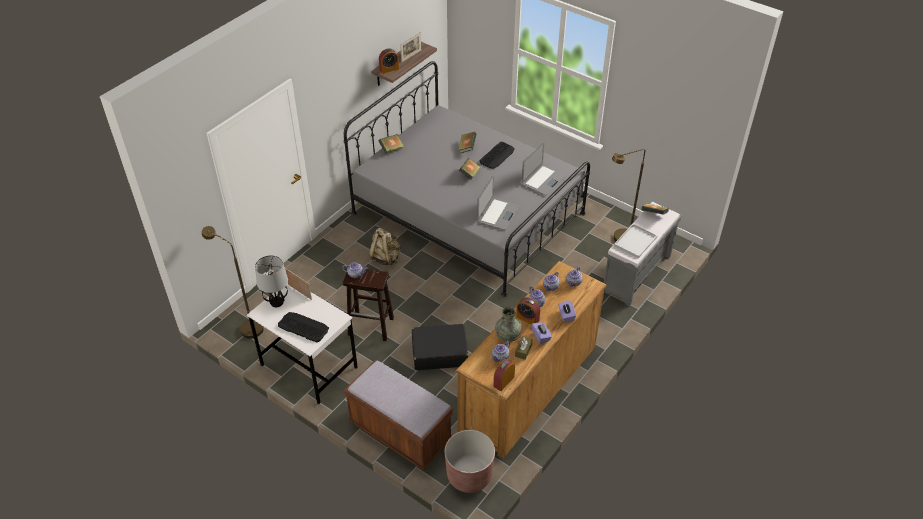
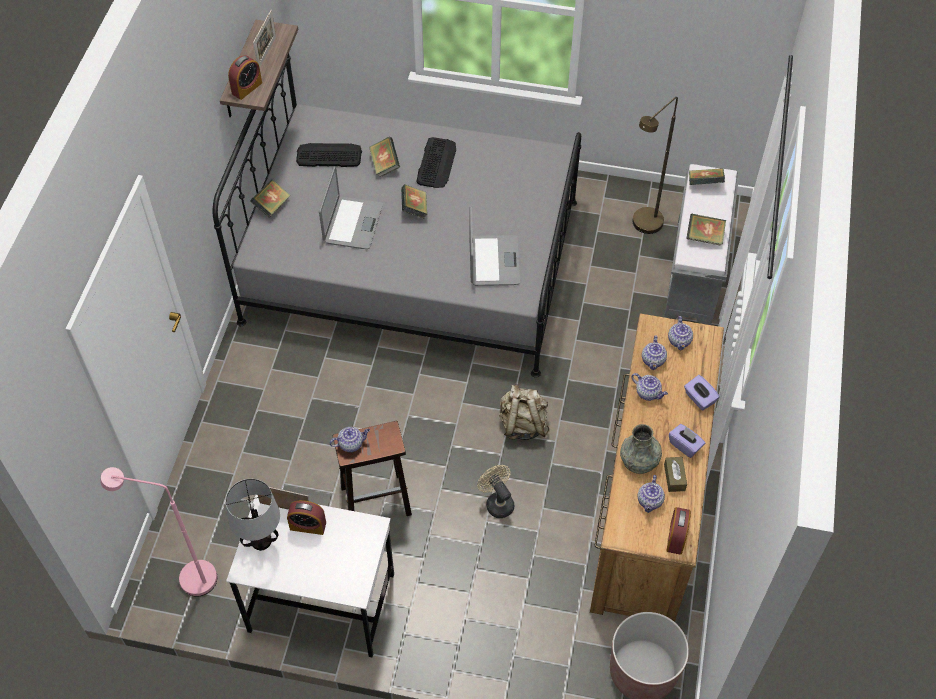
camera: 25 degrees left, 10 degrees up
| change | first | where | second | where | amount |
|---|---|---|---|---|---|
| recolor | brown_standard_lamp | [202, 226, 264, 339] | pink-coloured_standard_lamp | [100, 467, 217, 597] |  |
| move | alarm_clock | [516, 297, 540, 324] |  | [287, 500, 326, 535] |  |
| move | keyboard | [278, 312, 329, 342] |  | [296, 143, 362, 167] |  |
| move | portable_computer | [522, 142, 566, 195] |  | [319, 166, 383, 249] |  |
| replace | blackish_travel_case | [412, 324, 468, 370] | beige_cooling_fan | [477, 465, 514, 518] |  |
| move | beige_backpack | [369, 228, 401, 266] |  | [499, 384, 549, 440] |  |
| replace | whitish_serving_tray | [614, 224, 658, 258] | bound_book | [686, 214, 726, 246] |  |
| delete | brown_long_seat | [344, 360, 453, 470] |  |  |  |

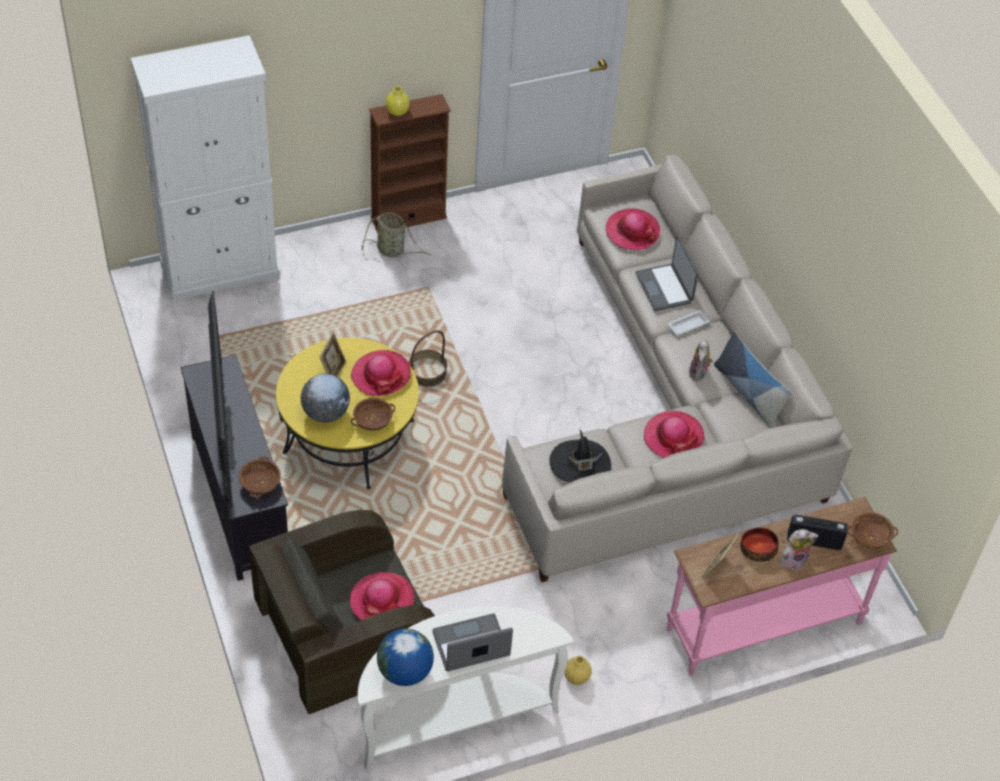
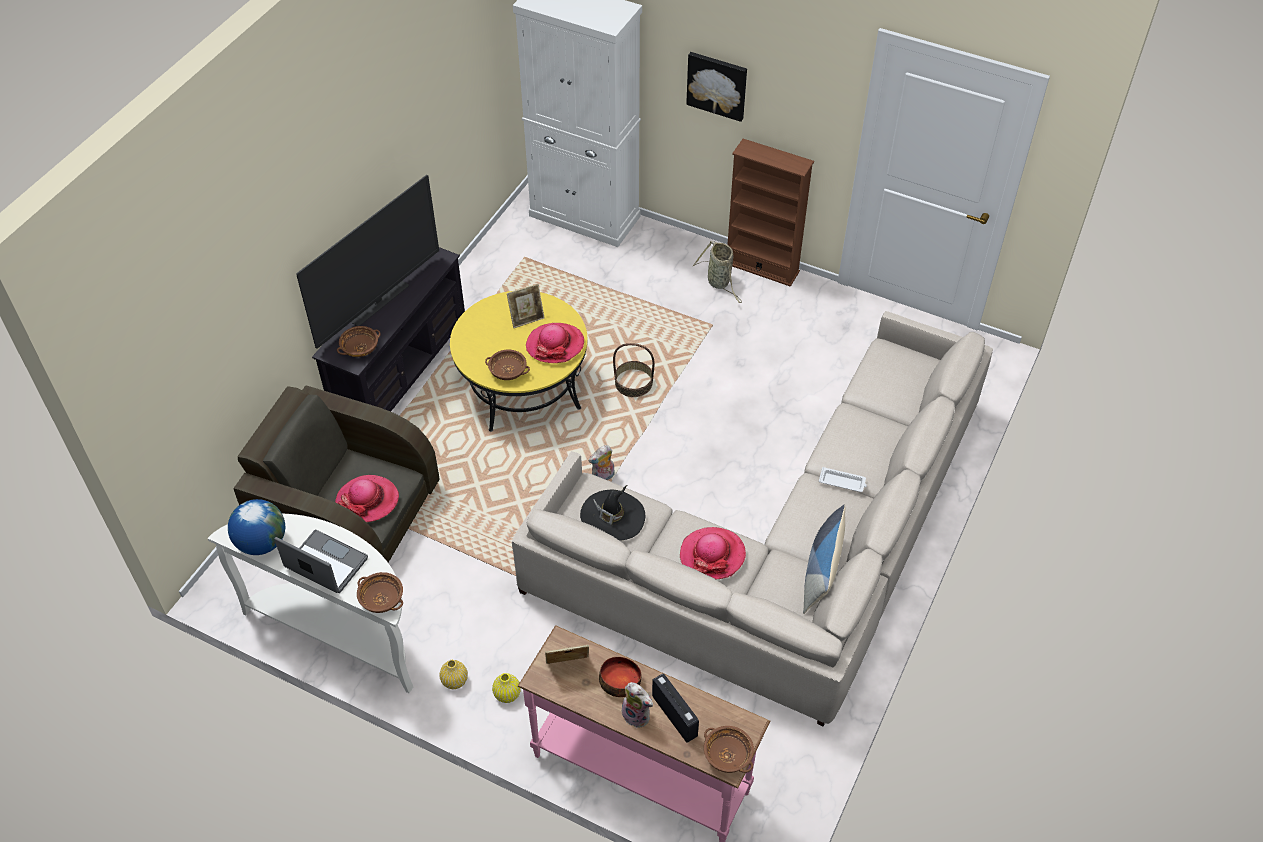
camera: 50 degrees right, 0 degrees up
| change | first | where | second | where | amount |
|---|---|---|---|---|---|
| insert |  |  | brown_bowl | [357, 572, 403, 613] |  |
| move | yellow_decorative_vase | [386, 86, 410, 116] |  | [492, 673, 521, 703] |  |
| move | plush_toy | [689, 339, 713, 381] |  | [589, 445, 614, 480] |  |
| insert |  |  | picture | [686, 52, 747, 122] |  |
| delete | world_globe | [301, 374, 350, 423] |  |  |  |
| delete | hat | [606, 209, 660, 250] |  |  |  |
| delete | portable_computer | [635, 236, 699, 311] |  |  |  |

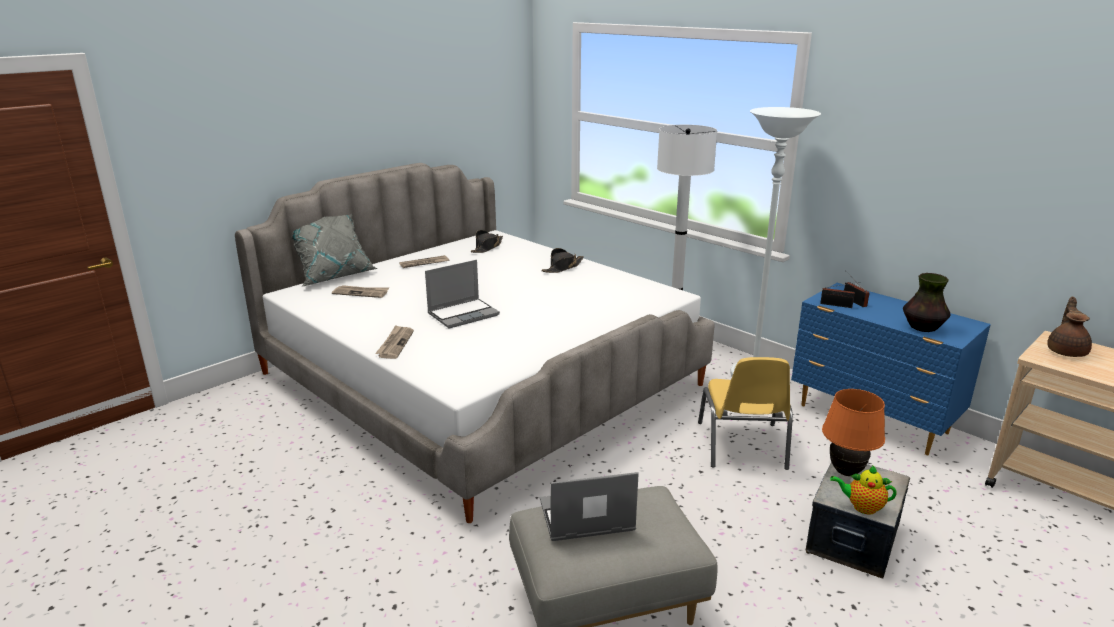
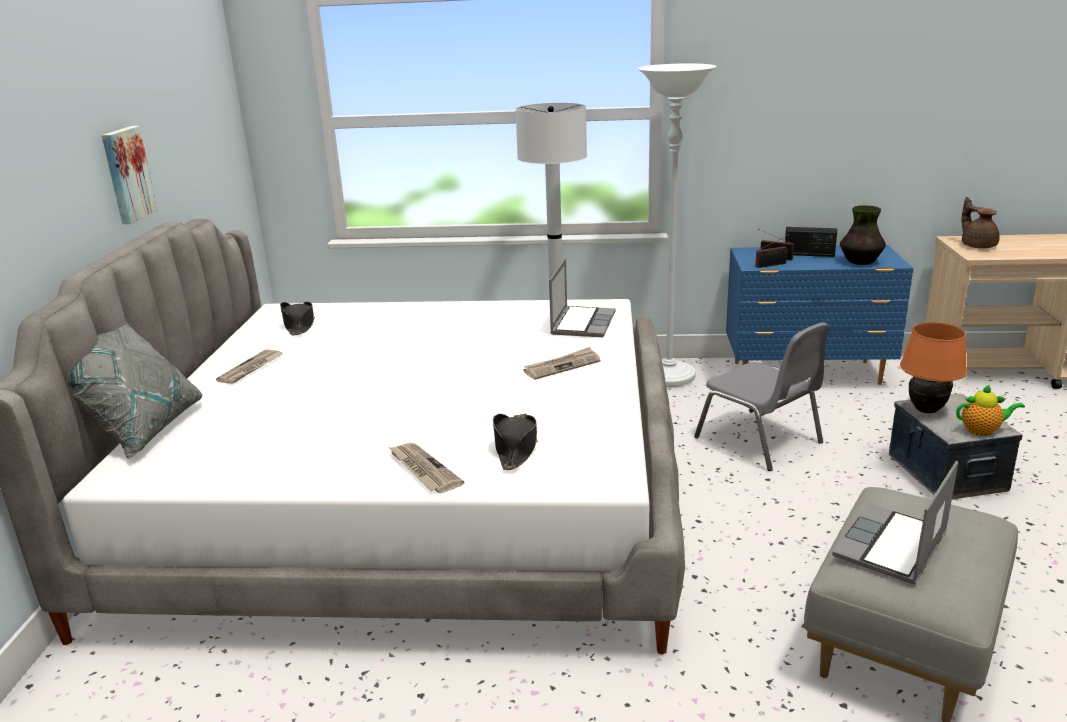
camera: 40 degrees left, 0 degrees up
| change | first | where | second | where | amount |
|---|---|---|---|---|---|
| insert |  |  | picture | [102, 126, 158, 224] |  |
| move | blackish_hat | [541, 248, 584, 273] |  | [493, 414, 538, 470] |  |
| move | daily_paper | [332, 285, 390, 298] |  | [523, 347, 601, 380] |  |
| move | portable_computer | [425, 260, 500, 329] |  | [549, 258, 616, 337] |  |
| recolor | yellow_upright_chair | [698, 357, 793, 470] | gray_upright_chair | [694, 323, 829, 471] |  |
| insert |  |  | radio_set | [785, 227, 837, 257] |  |
| rotate | tea_pot | [830, 465, 897, 515] |  | [956, 385, 1025, 436] | 150 degrees counterclockwise |

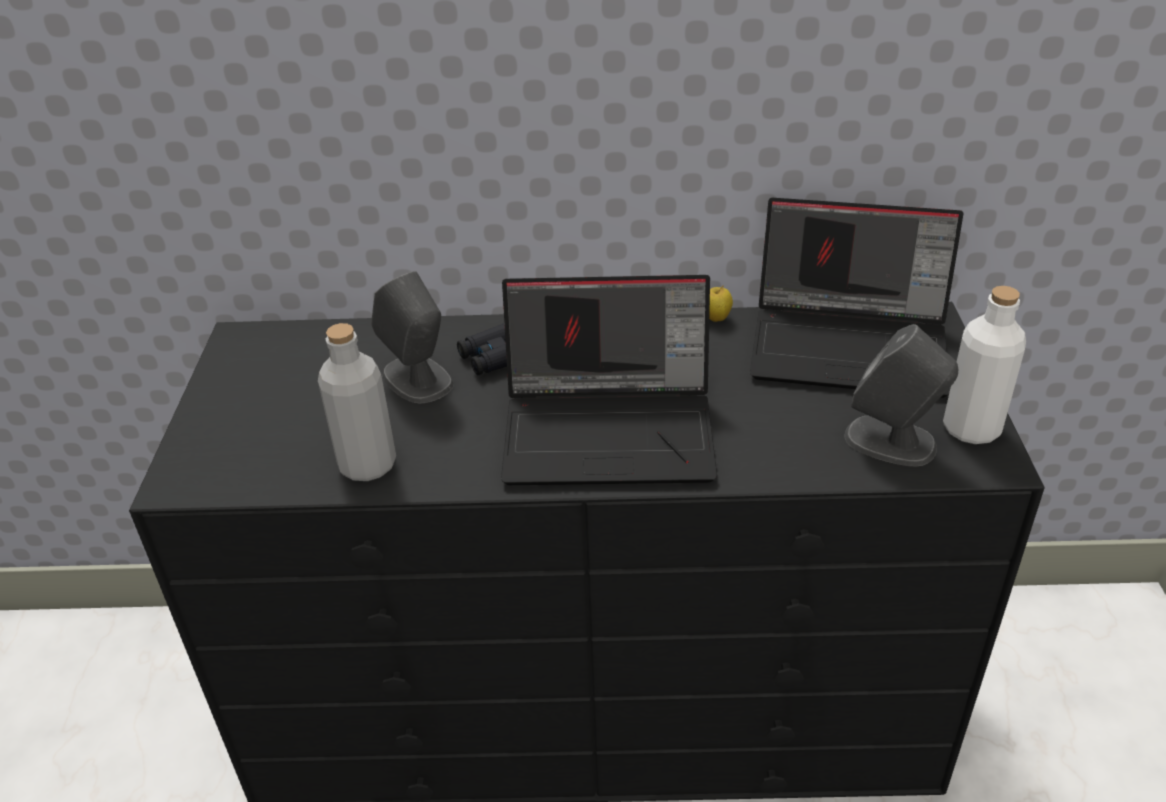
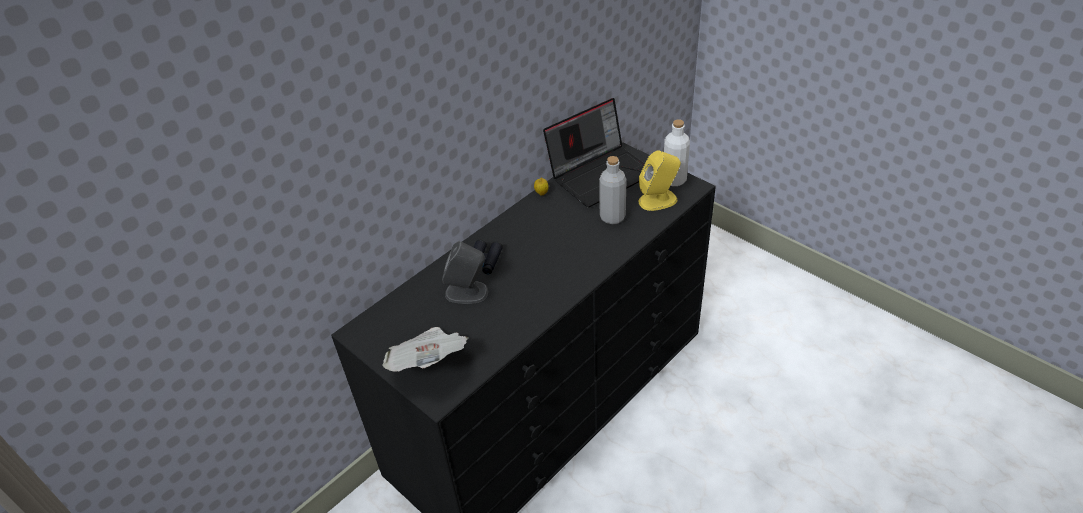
camera: 45 degrees left, 5 degrees up
| change | first | where | second | where | amount |
|---|---|---|---|---|---|
| insert |  |  | daily_paper | [382, 327, 468, 372] |  |
| move | gray_beverage_bottle | [318, 323, 396, 481] |  | [599, 156, 627, 224] |  |
| recolor | gray_speaker | [845, 324, 958, 466] | yellow_speaker | [639, 150, 681, 211] |  |
| delete | portable_computer | [501, 275, 717, 485] |  |  |  |

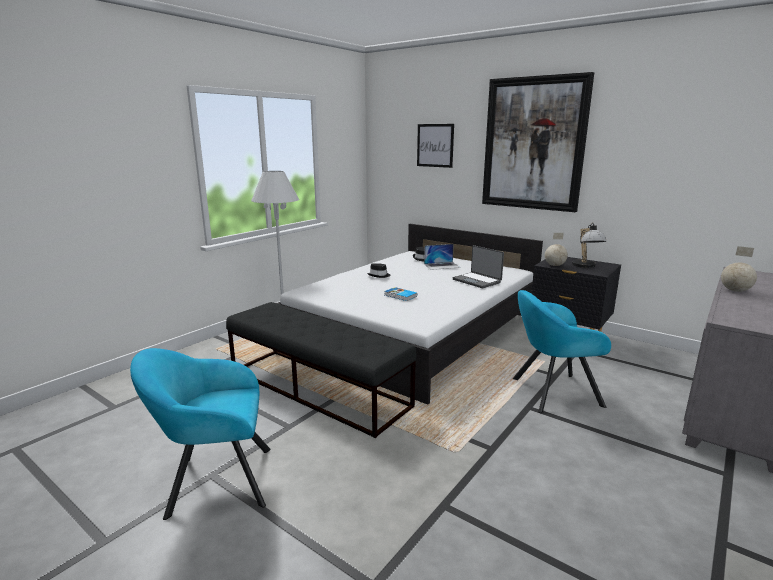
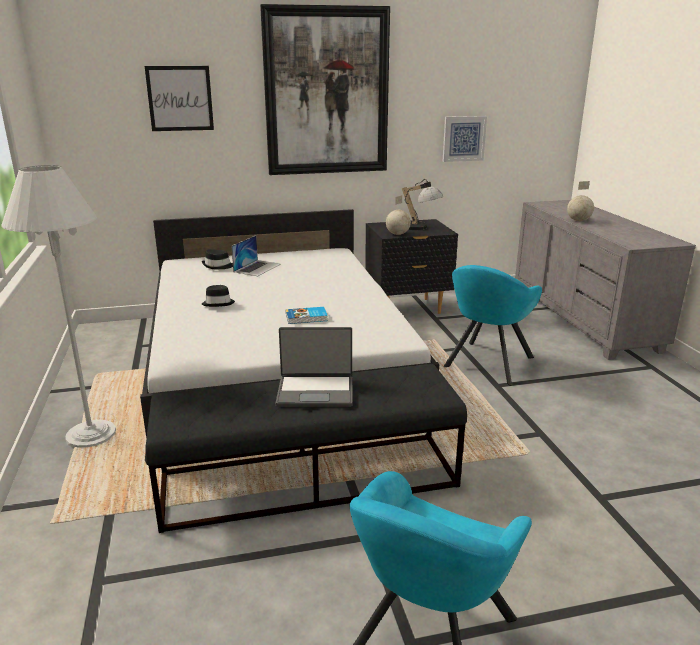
camera: 50 degrees left, 5 degrees up
| change | first | where | second | where | amount |
|---|---|---|---|---|---|
| move | portable_computer | [453, 245, 504, 288] |  | [276, 327, 353, 407] |  |
| insert |  |  | picture | [443, 116, 487, 162] |  |

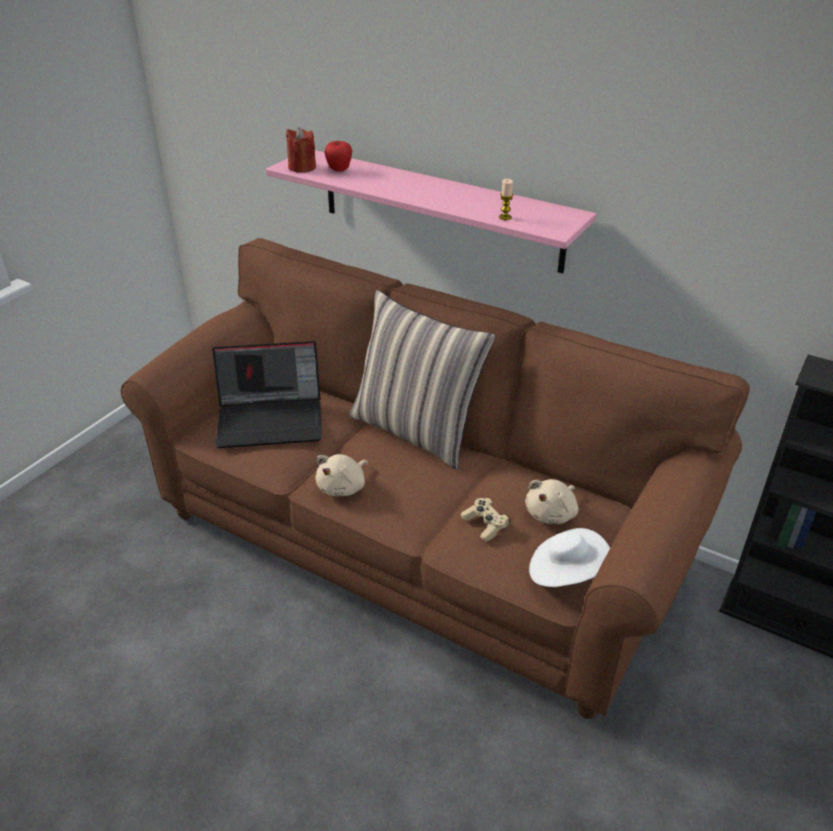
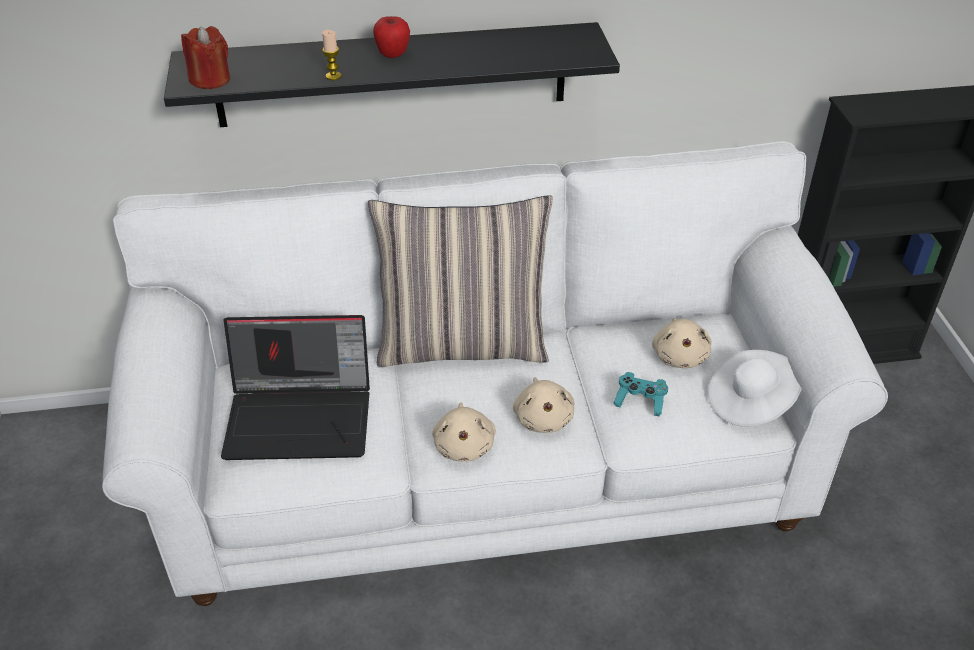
camera: 40 degrees left, 5 degrees up
| change | first | where | second | where | amount |
|---|---|---|---|---|---|
| recolor | brown_couch | [121, 238, 750, 719] | whitish_couch | [102, 141, 888, 606] |  |
| recolor | pink-coloured_bracket_shelf | [265, 150, 597, 273] | blackish_bracket_shelf | [164, 22, 620, 127] |  |
| rotate | portable_computer | [212, 341, 322, 448] |  | [221, 315, 370, 460] | 45 degrees clockwise |
| move | wax_candle | [499, 179, 513, 220] |  | [322, 30, 342, 80] |  |
| move | apple | [324, 141, 352, 172] |  | [373, 16, 410, 58] |  |
| insert |  |  | beige_plush_toy | [513, 377, 575, 433] |  |
| recolor | beige_joypad | [461, 498, 510, 542] | blue-green_joypad | [614, 372, 668, 416] |  |

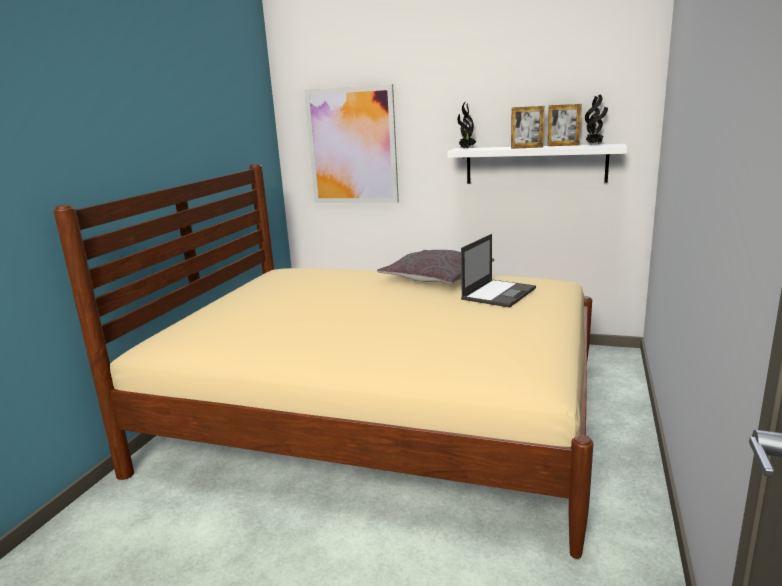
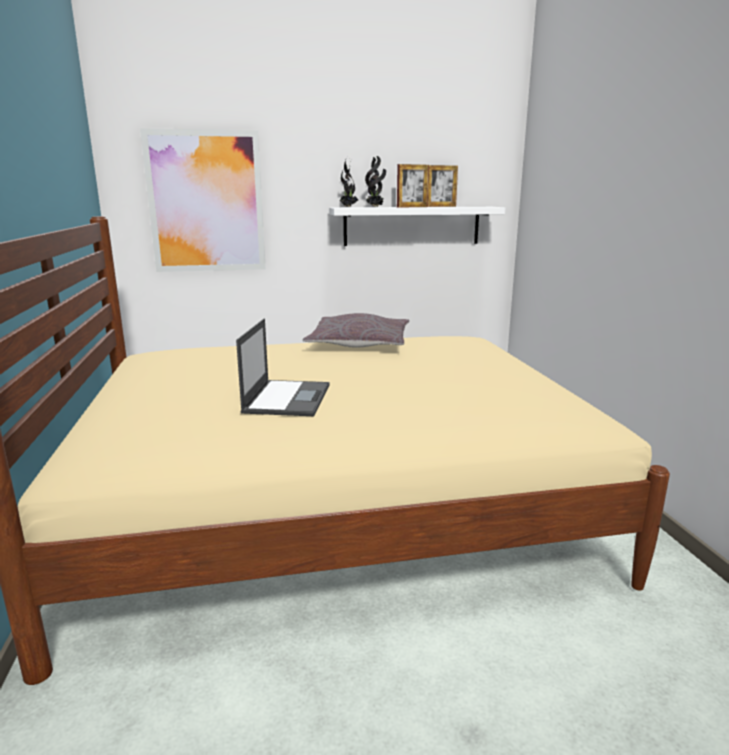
camera: 30 degrees left, 0 degrees up
| change | first | where | second | where | amount |
|---|---|---|---|---|---|
| move | portable_computer | [461, 234, 536, 308] |  | [236, 319, 329, 416] |  |
| move | houseplant | [585, 94, 608, 145] |  | [365, 156, 386, 207] |  |

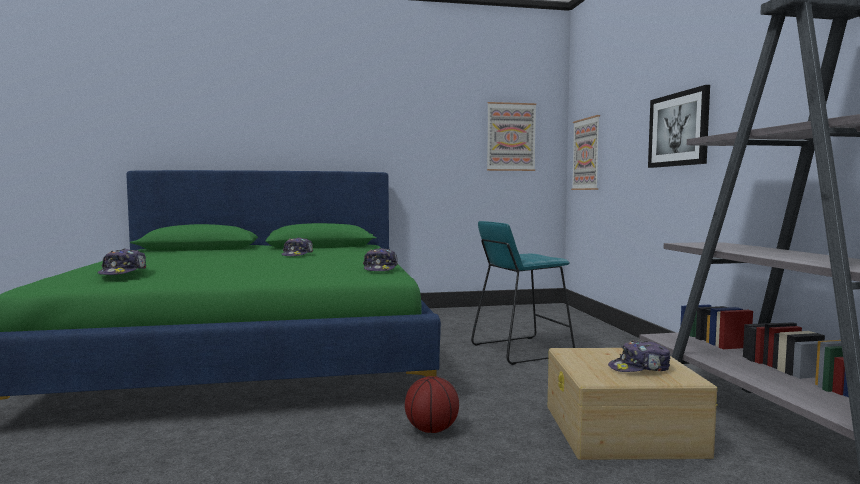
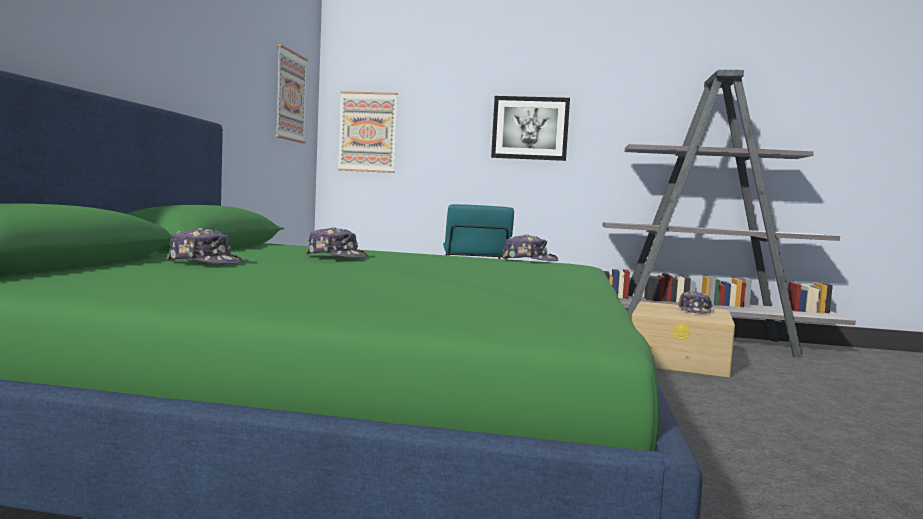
camera: 70 degrees left, 0 degrees up
| change | first | where | second | where | amount |
|---|---|---|---|---|---|
| move | cap | [98, 249, 146, 275] |  | [166, 228, 243, 264] |  |
| delete | basketball_ball | [405, 376, 459, 433] |  |  |  |

